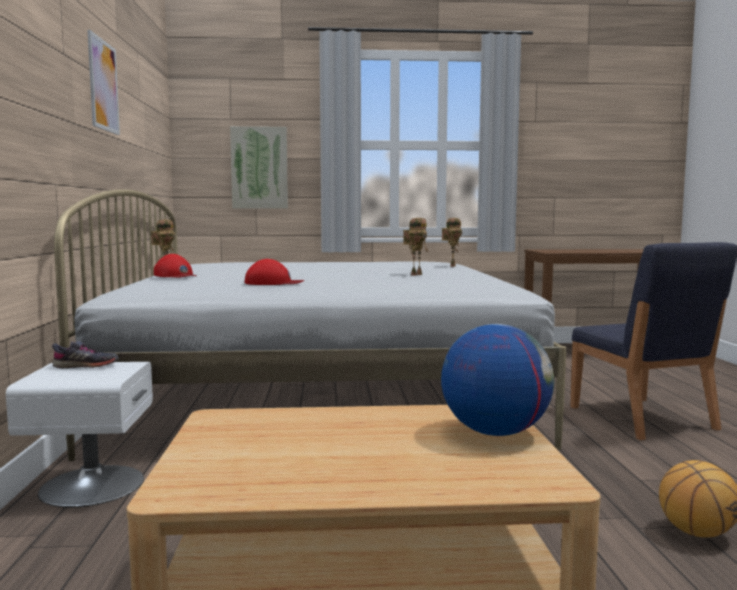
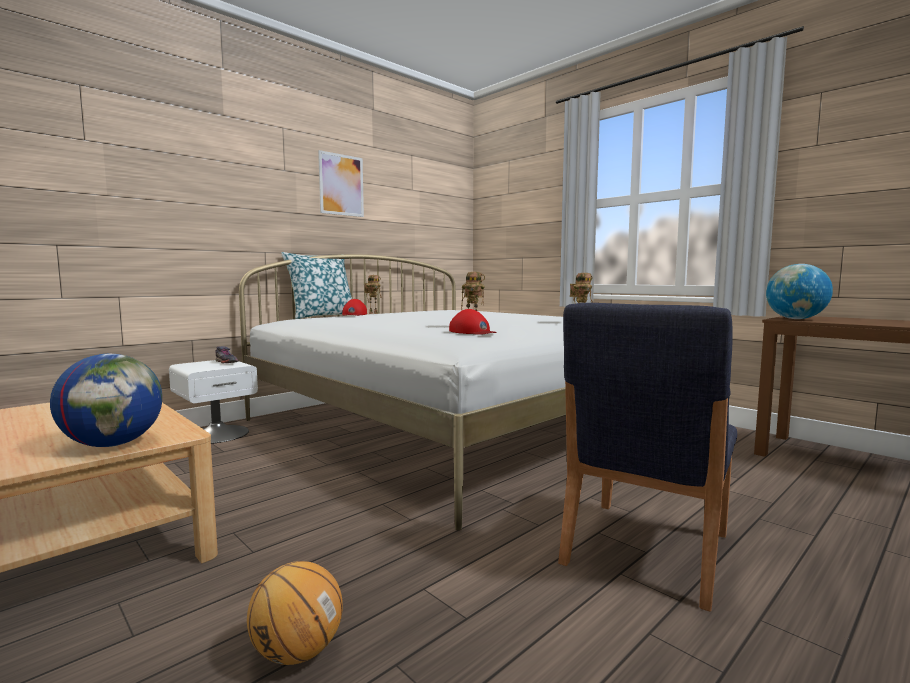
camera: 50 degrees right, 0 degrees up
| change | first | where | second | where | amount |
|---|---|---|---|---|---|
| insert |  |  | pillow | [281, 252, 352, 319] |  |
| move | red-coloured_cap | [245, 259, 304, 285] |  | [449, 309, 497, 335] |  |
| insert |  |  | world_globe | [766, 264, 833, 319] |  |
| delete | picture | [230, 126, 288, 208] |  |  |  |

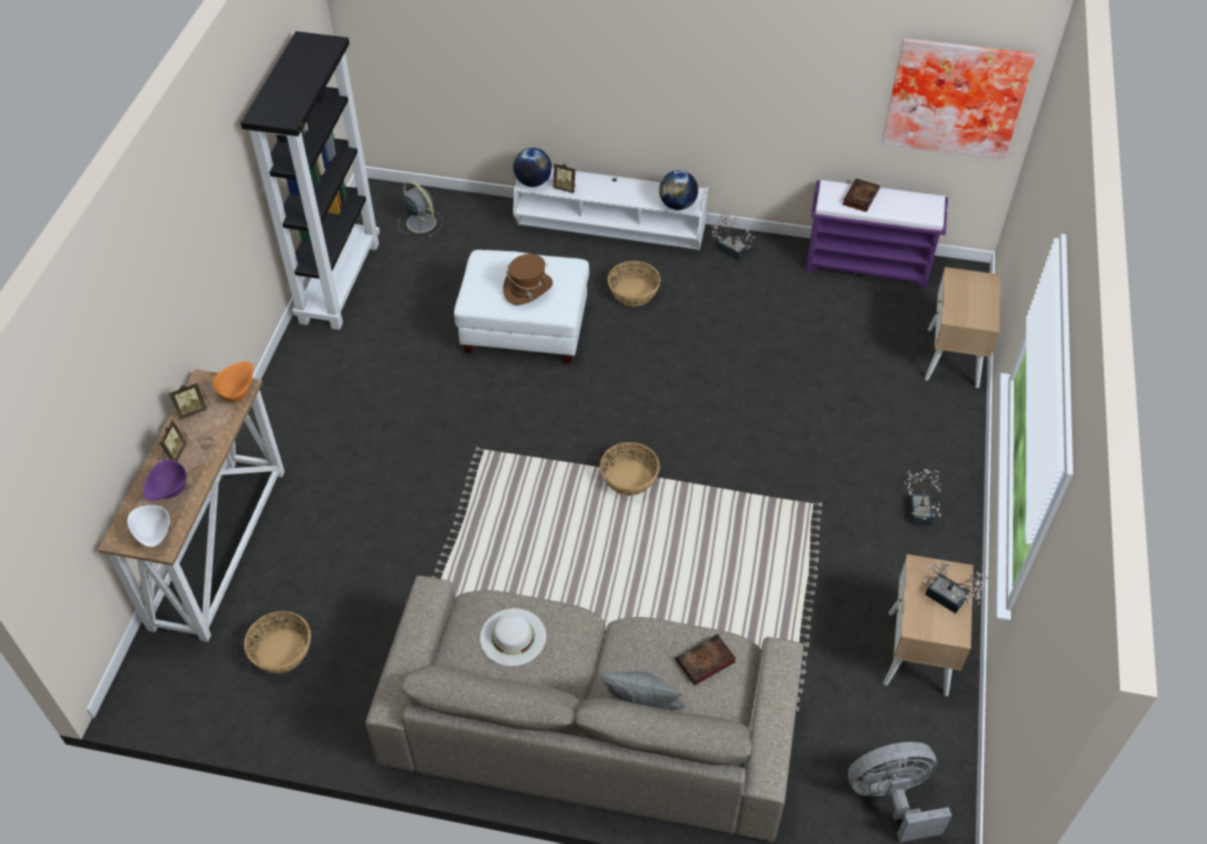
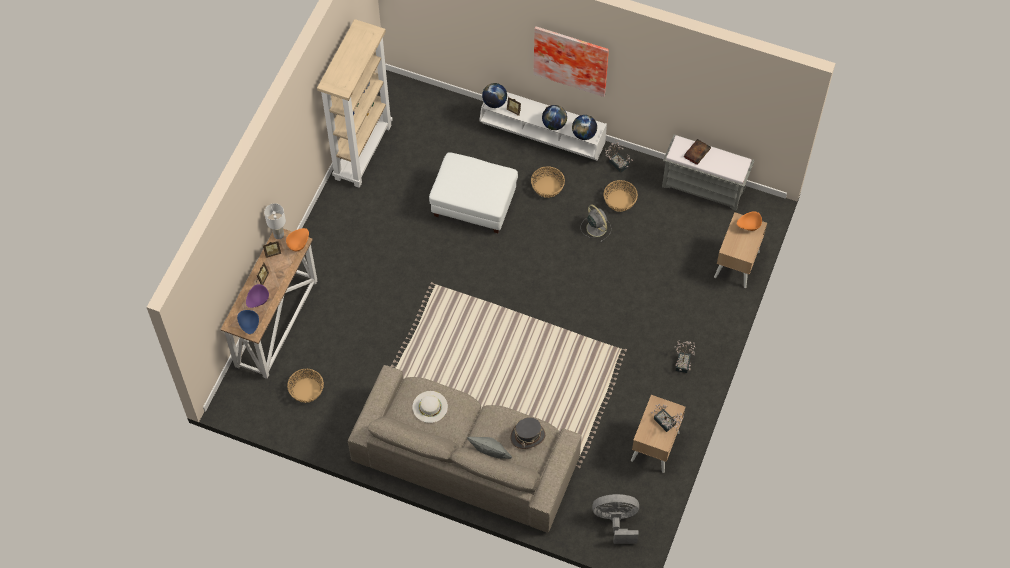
camera: 10 degrees right, 10 degrees up
| change | first | where | second | where | amount |
|---|---|---|---|---|---|
| recolor | whitish_bowl | [127, 505, 170, 547] | blue-coloured_bowl | [237, 310, 259, 334] |  |
| insert |  |  | whitish_table_lamp | [264, 203, 286, 239] |  |
| recolor | blackish_bookcase | [241, 31, 380, 330] | beige_bookcase | [317, 19, 393, 188] |  |
| replace | bound_book | [676, 634, 736, 686] | gray_hat | [510, 417, 545, 449] |  |
| move | picture | [882, 38, 1036, 160] |  | [534, 26, 609, 97] |  |
| insert |  |  | world_globe | [542, 105, 567, 130] |  |
| move | gray_cooling_fan | [398, 181, 443, 237] |  | [581, 205, 611, 242] |  |
| move | basket | [600, 442, 660, 496] |  | [603, 180, 638, 212] |  |
| recolor | purple-coloured_long_seat | [806, 180, 948, 288] | gray_long_seat | [662, 134, 754, 211] |  |
| insert |  |  | orange-coloured_bowl | [737, 211, 762, 231] |  |
| delete | brown_hat | [503, 254, 553, 305] |  |  |  |

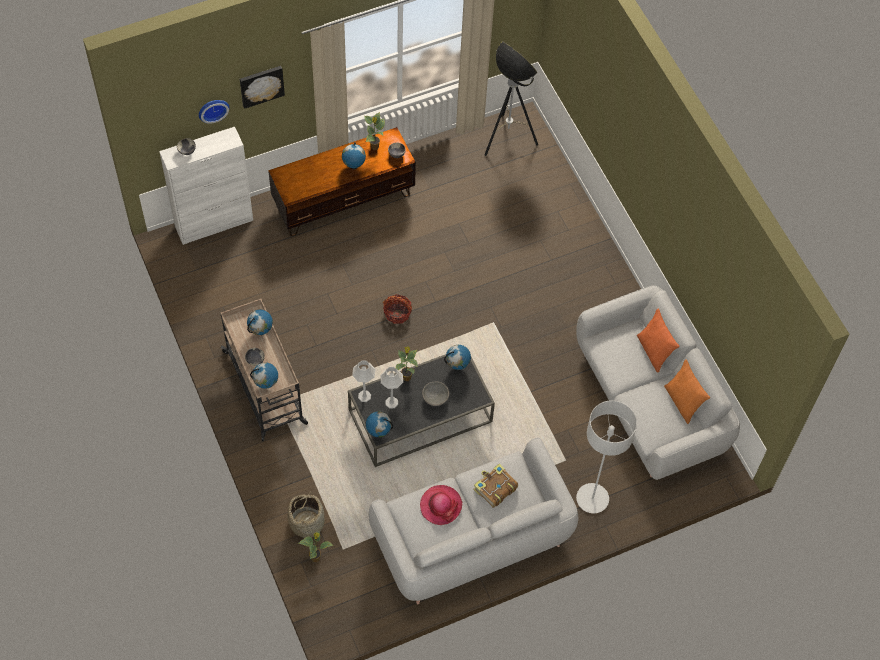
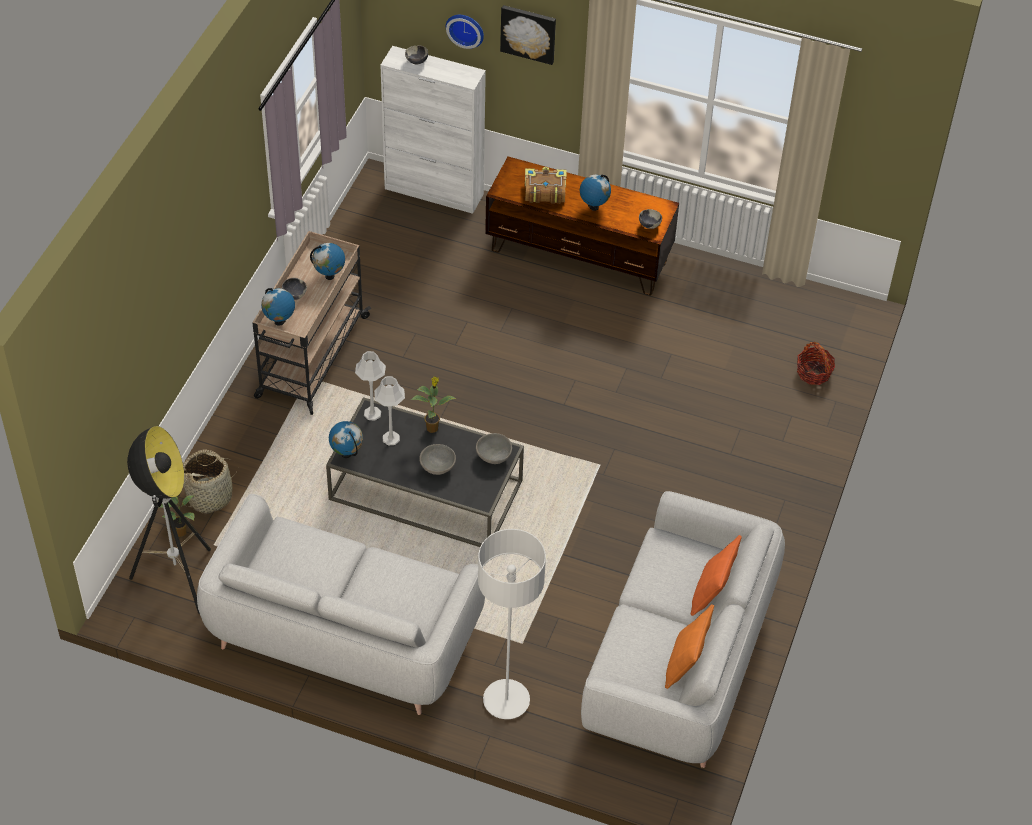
camera: 45 degrees right, 10 degrees down
| change | first | where | second | where | amount |
|---|---|---|---|---|---|
| move | standard_lamp | [484, 41, 538, 156] |  | [127, 426, 211, 614] |  |
| replace | world_globe | [444, 345, 471, 370] | gray_bowl | [476, 433, 512, 464] |  |
| move | bound_book | [473, 463, 518, 508] |  | [525, 167, 567, 203] |  |
| move | basket | [383, 294, 412, 324] |  | [797, 342, 835, 385] |  |
| delete | houseplant | [364, 112, 385, 150] |  |  |  |
| delete | hat | [420, 485, 463, 525] |  |  |  |

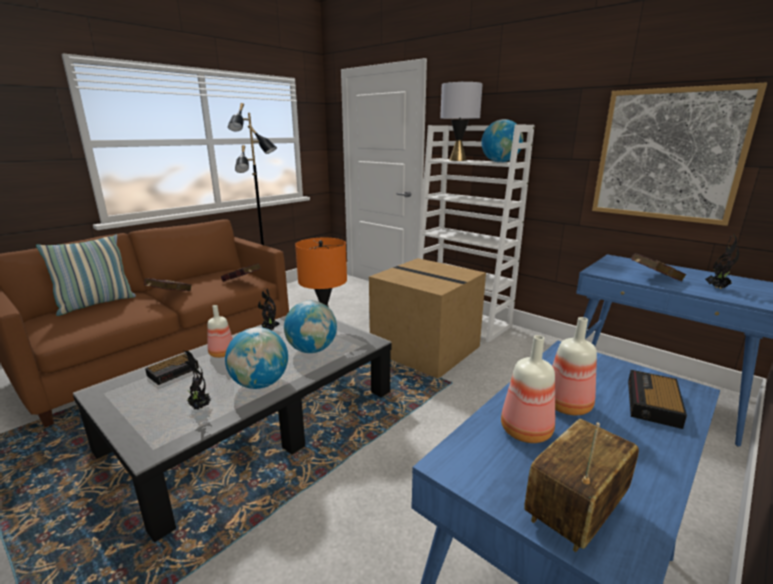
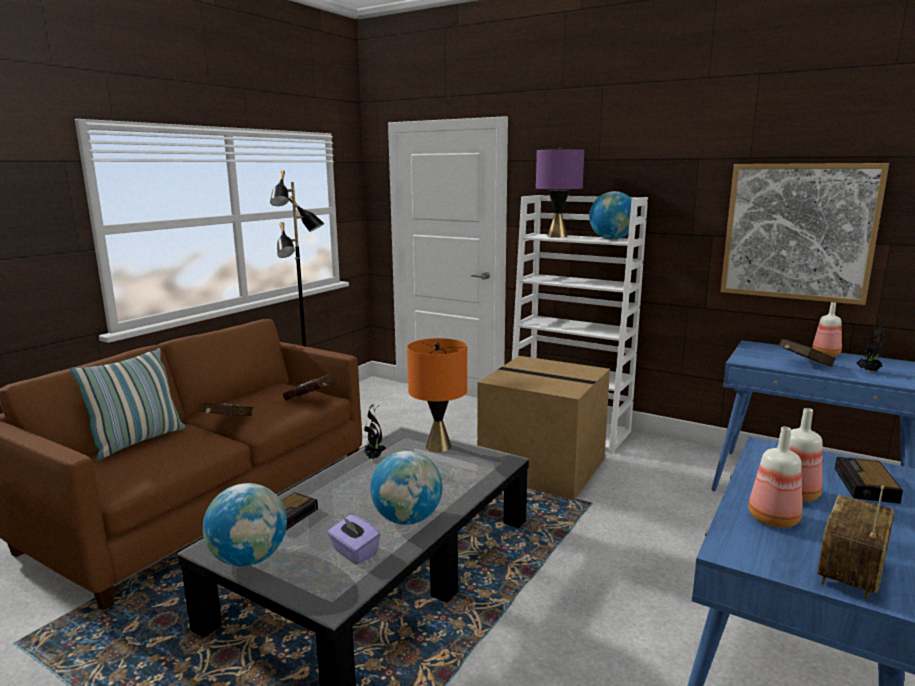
camera: 10 degrees left, 5 degrees down
| change | first | where | second | where | amount |
|---|---|---|---|---|---|
| move | world_globe | [284, 301, 337, 353] |  | [203, 483, 287, 567] |  |
| replace | houseplant | [182, 350, 211, 409] | purple-coloured_tissue_box | [327, 515, 380, 564] |  |
| recolor | gray_table_lamp | [440, 81, 483, 161] | purple-coloured_table_lamp | [536, 147, 584, 238] |  |
| move | beverage_bottle | [207, 305, 233, 358] |  | [812, 302, 842, 356] |  |

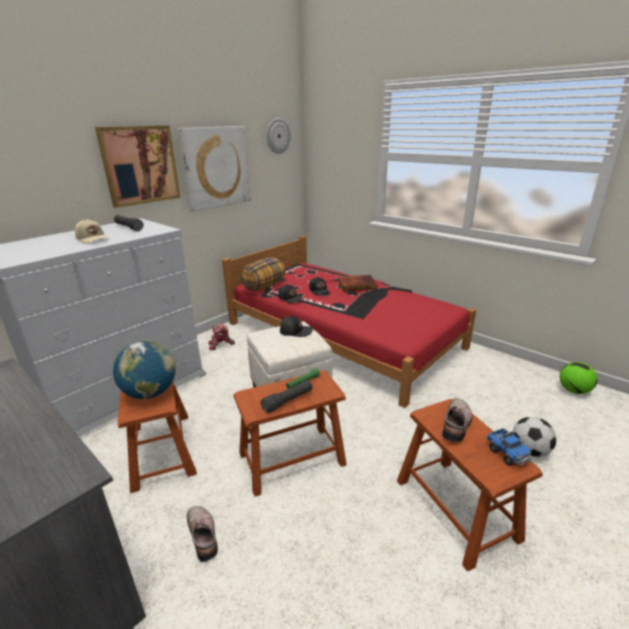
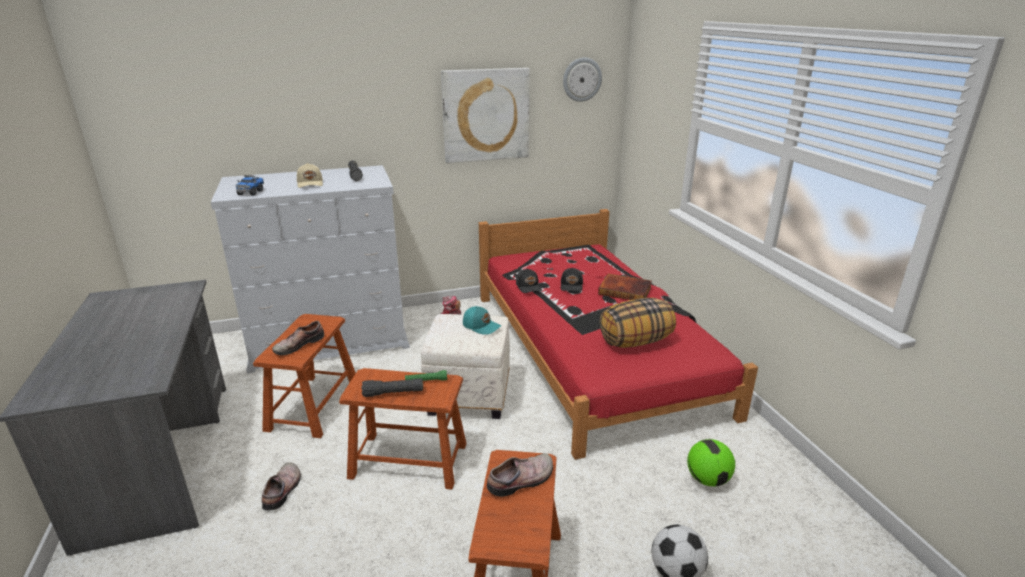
camera: 30 degrees right, 0 degrees up
| change | first | where | second | where | amount |
|---|---|---|---|---|---|
| move | toy_lorry | [487, 428, 531, 466] |  | [235, 175, 264, 195] |  |
| replace | world_globe | [113, 341, 176, 399] | low_shoe | [272, 321, 324, 355] |  |
| recolor | blackish_cap | [280, 316, 313, 337] | blue-green_cap | [463, 306, 501, 335] |  |
| move | pillow | [240, 257, 286, 291] |  | [600, 298, 676, 348] |  |
| move | football_ball | [560, 362, 598, 394] |  | [687, 439, 735, 486] |  |
| delete | picture | [95, 125, 181, 208] |  |  |  |

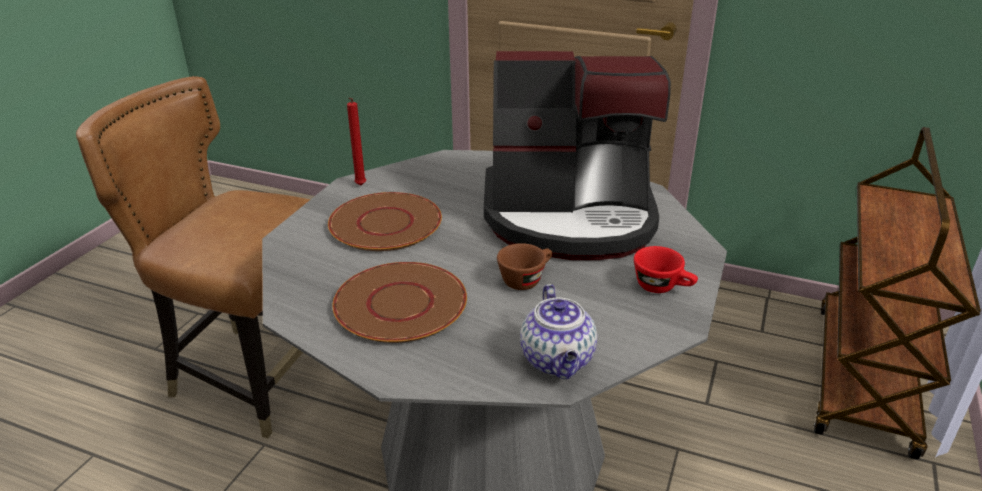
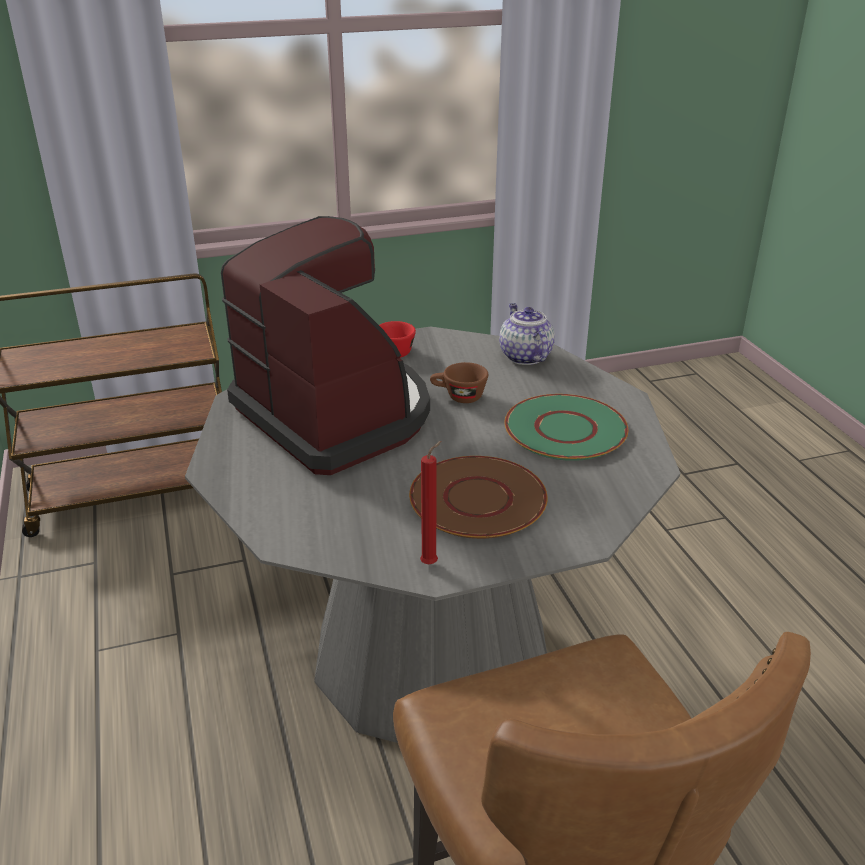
camera: 130 degrees left, 0 degrees up
| change | first | where | second | where | amount |
|---|---|---|---|---|---|
| rotate | tea_pot | [520, 284, 597, 379] |  | [499, 303, 555, 365] | 60 degrees counterclockwise |
| recolor | brown_flat_dish | [332, 262, 467, 343] | greenish_flat_dish | [504, 394, 628, 461] |  |

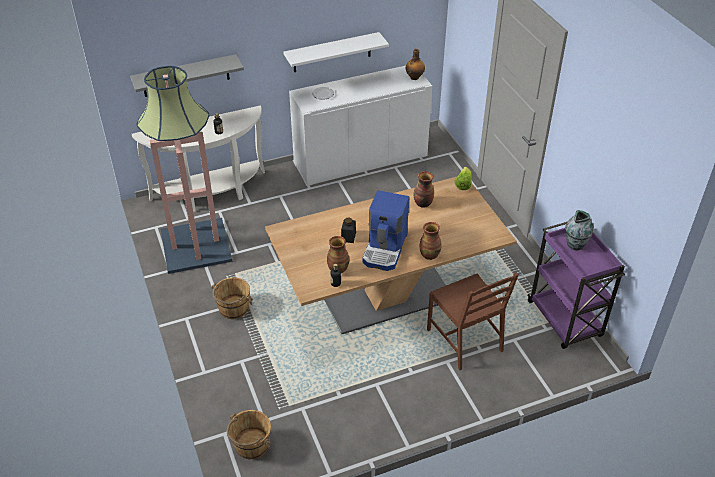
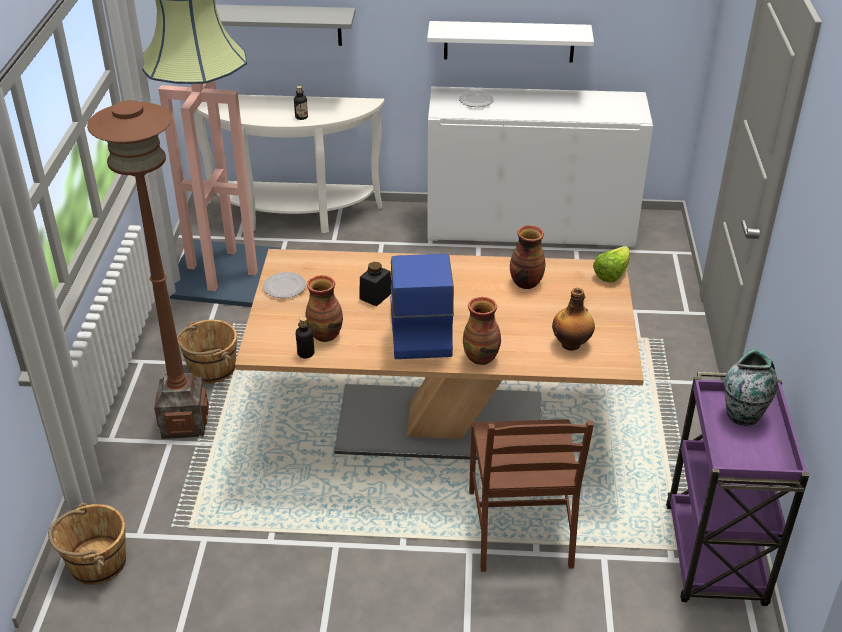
camera: 25 degrees right, 5 degrees down
| change | first | where | second | where | amount |
|---|---|---|---|---|---|
| insert |  |  | brown_standard_lamp | [87, 100, 209, 439] |  |
| insert |  |  | flat_dish | [263, 272, 306, 298] |  |
| rotate | coffee_brewer | [362, 190, 409, 271] |  | [391, 254, 454, 359] | 135 degrees clockwise |
| move | beverage_bottle | [406, 49, 425, 80] |  | [552, 288, 595, 351] |  |

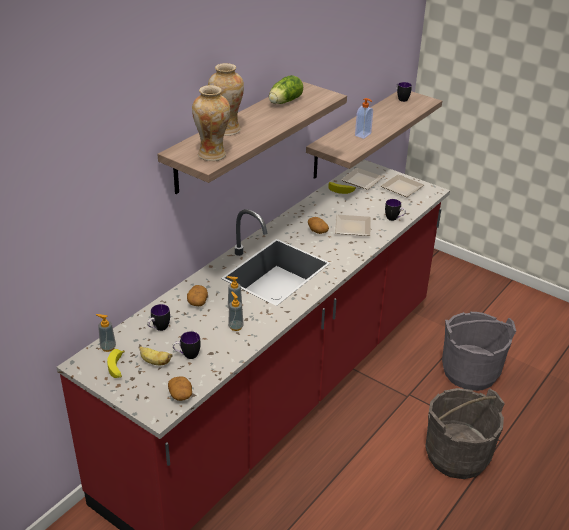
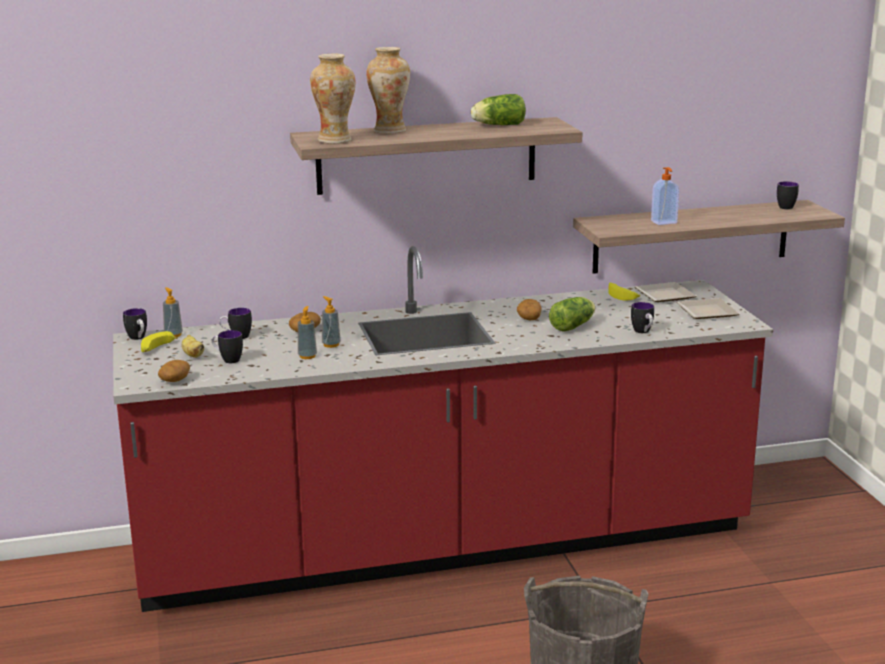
camera: 40 degrees right, 15 degrees down
| change | first | where | second | where | amount |
|---|---|---|---|---|---|
| insert |  |  | mug | [123, 308, 147, 340] |  |
| replace | flat_dish | [335, 215, 371, 236] | lettuce_head | [549, 297, 595, 332] |  |
| delete | gray_water_bucket | [442, 312, 516, 391] |  |  |  |

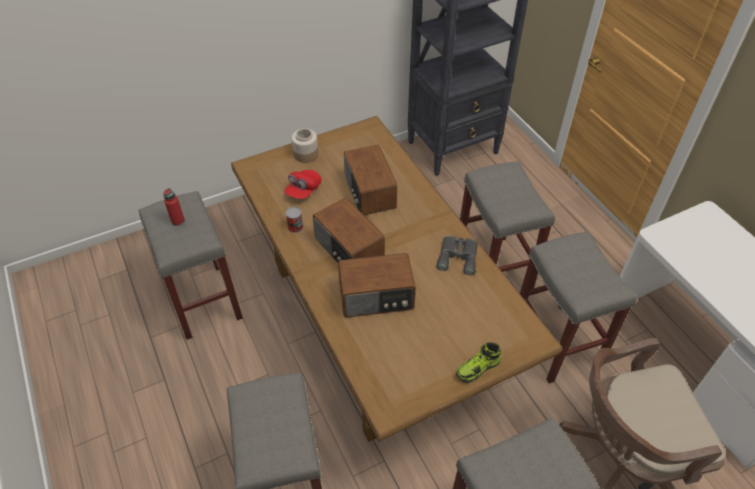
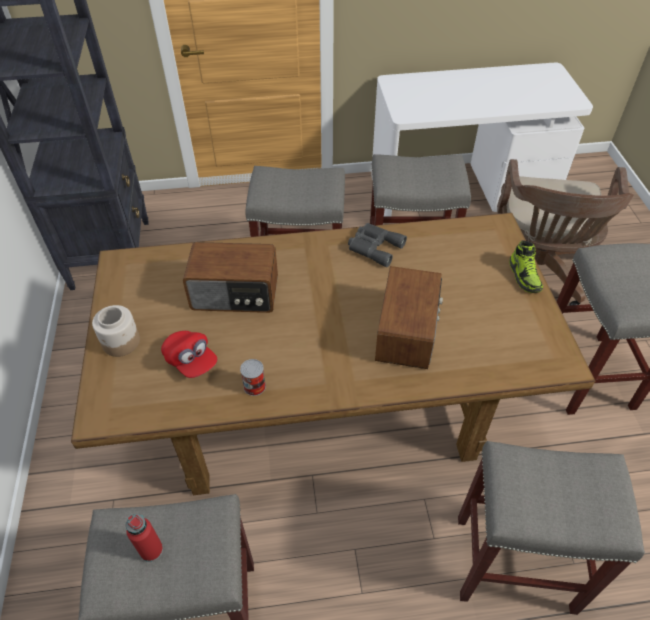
camera: 70 degrees left, 0 degrees up
| change | first | where | second | where | amount |
|---|---|---|---|---|---|
| delete | radio_set | [313, 198, 385, 263] |  |  |  |

